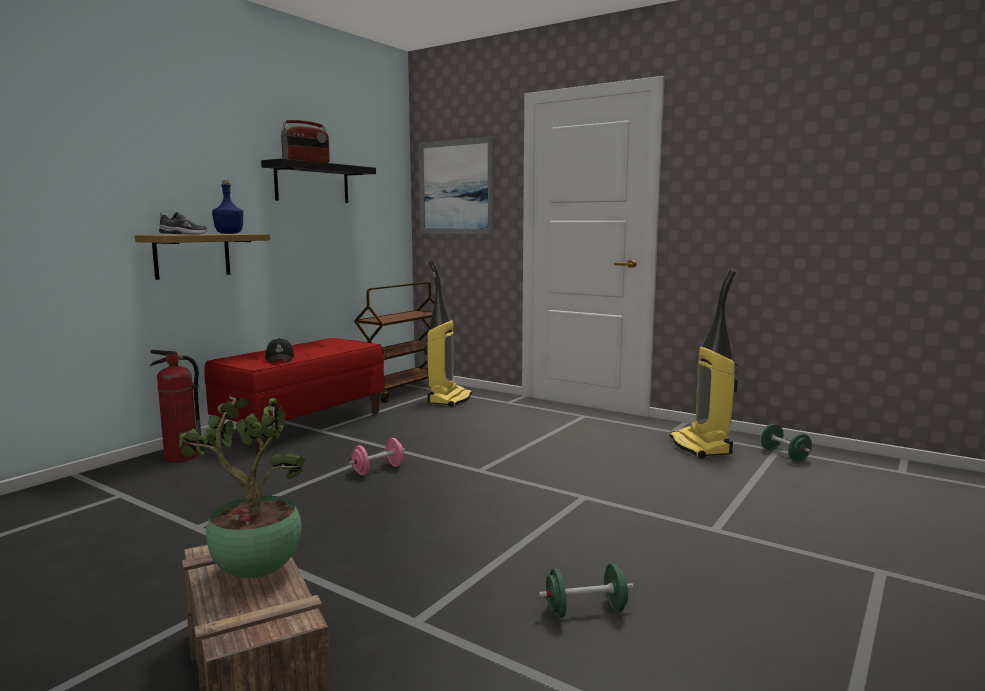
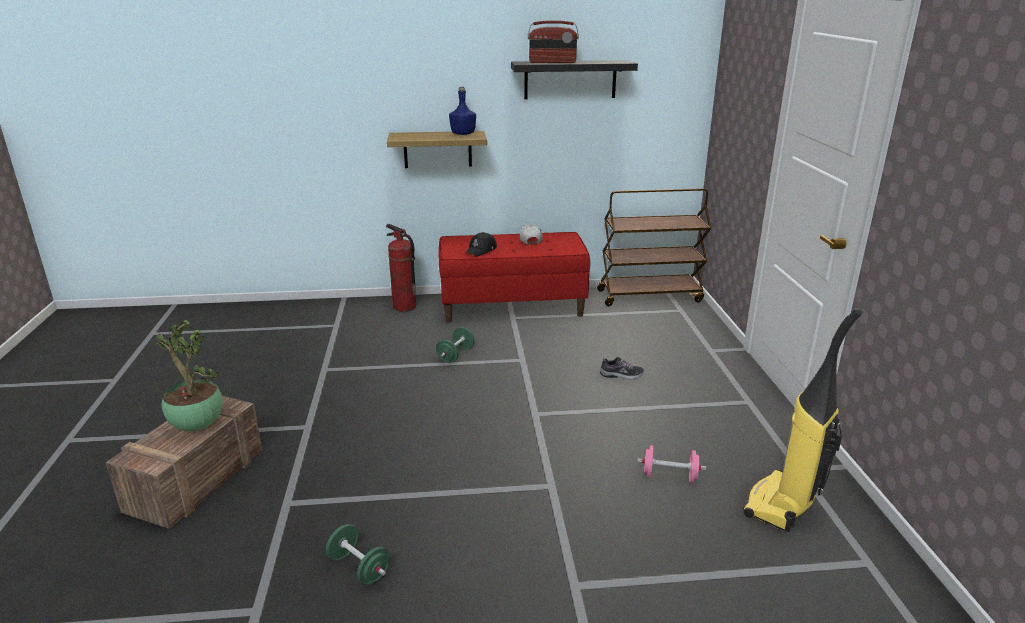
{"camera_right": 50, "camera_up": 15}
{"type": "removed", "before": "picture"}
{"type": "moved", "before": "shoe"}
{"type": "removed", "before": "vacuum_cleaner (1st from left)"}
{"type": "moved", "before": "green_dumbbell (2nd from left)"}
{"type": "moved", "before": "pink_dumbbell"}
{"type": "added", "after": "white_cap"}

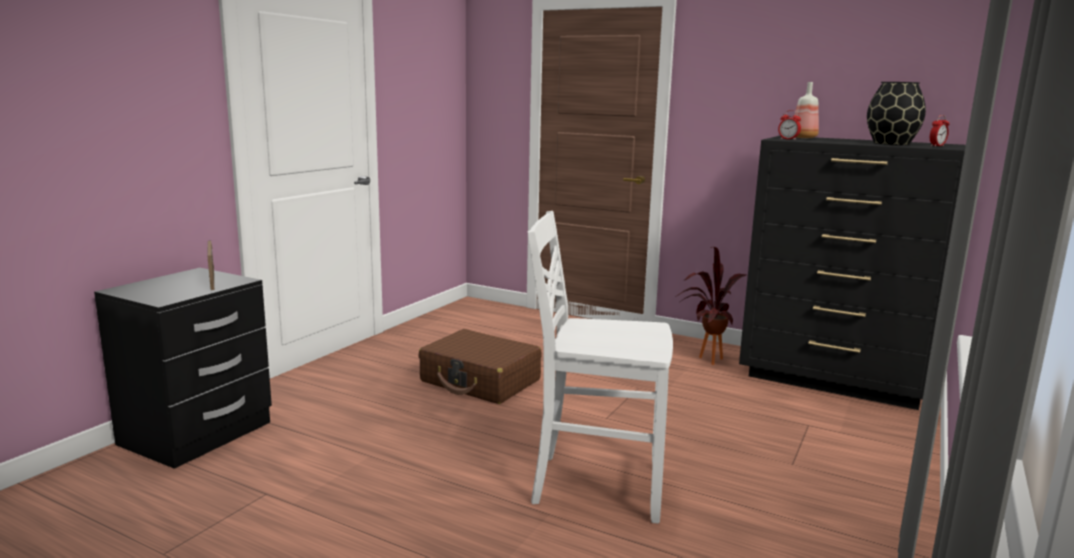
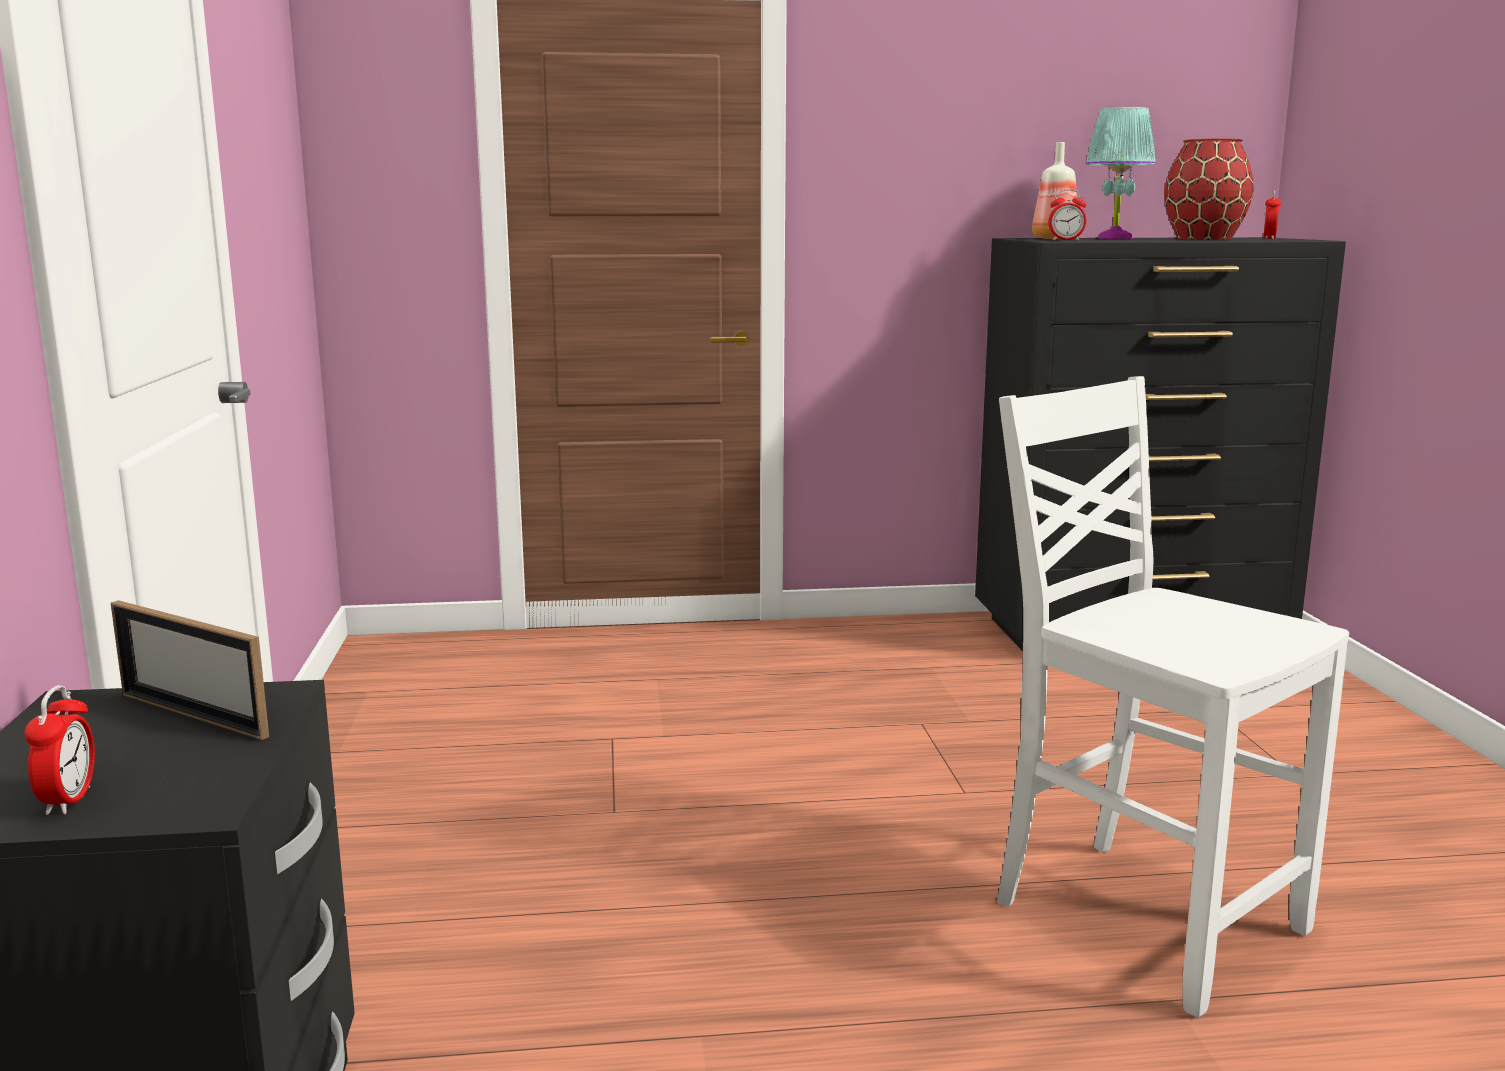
{"camera_right": -35, "camera_up": 0}
{"type": "recoloured", "before": "black_vase", "after": "red_vase"}
{"type": "turned", "before": "white_chair", "turn": 75}
{"type": "removed", "before": "potted_plant"}
{"type": "removed", "before": "brown_suitcase"}
{"type": "added", "after": "turquoise_table_lamp"}
{"type": "added", "after": "alarm_clock (1st from left)"}

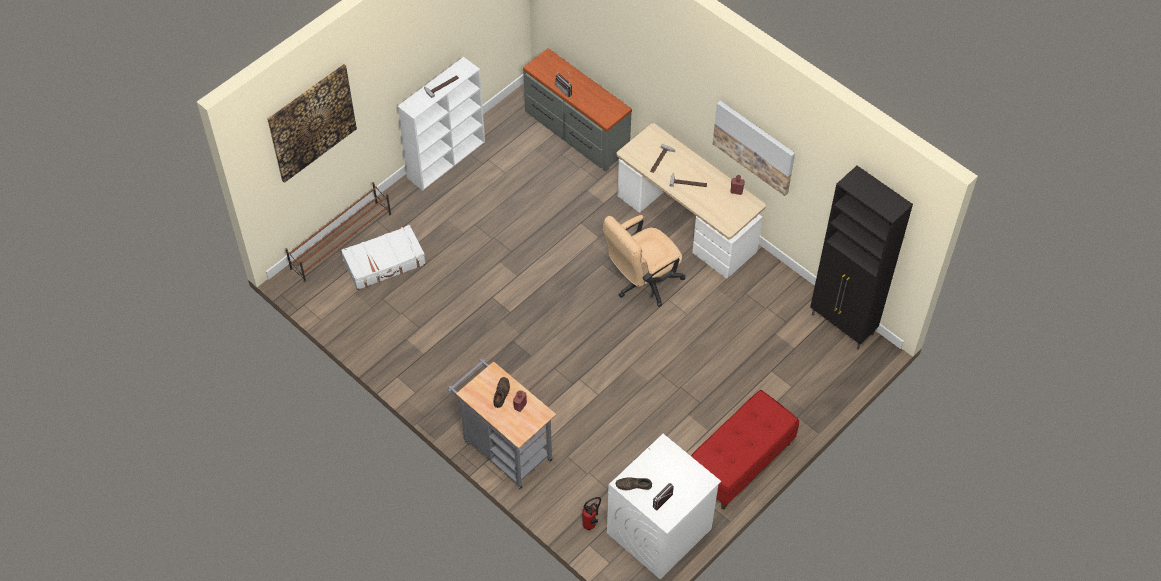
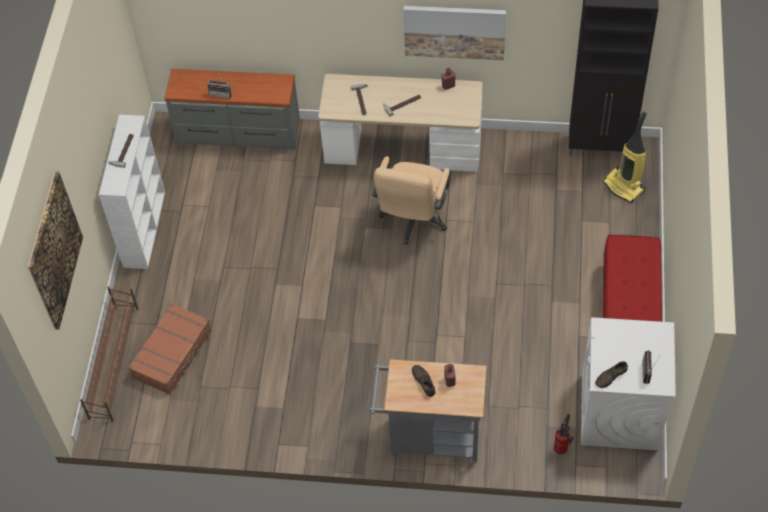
{"camera_right": -35, "camera_up": 0}
{"type": "recoloured", "before": "white_suitcase", "after": "brown_suitcase"}
{"type": "added", "after": "vacuum_cleaner"}

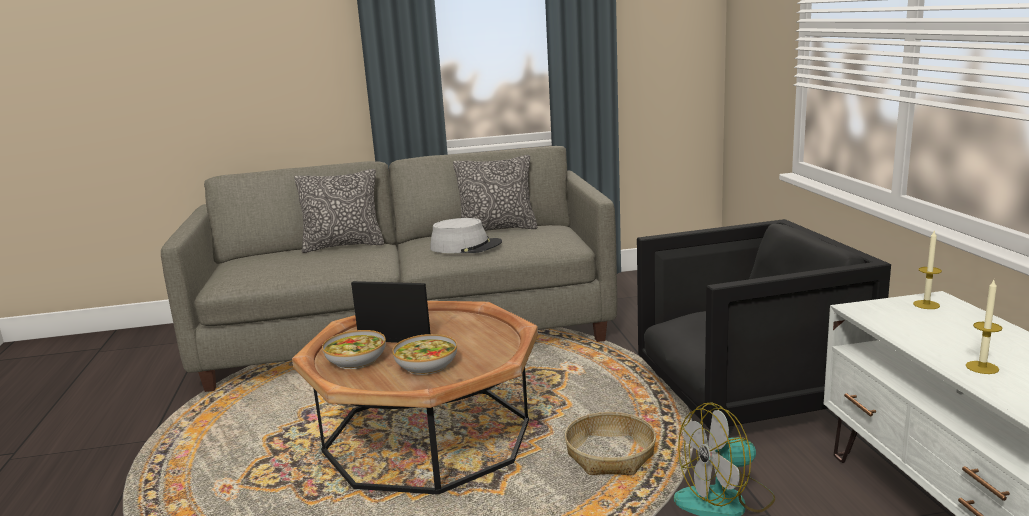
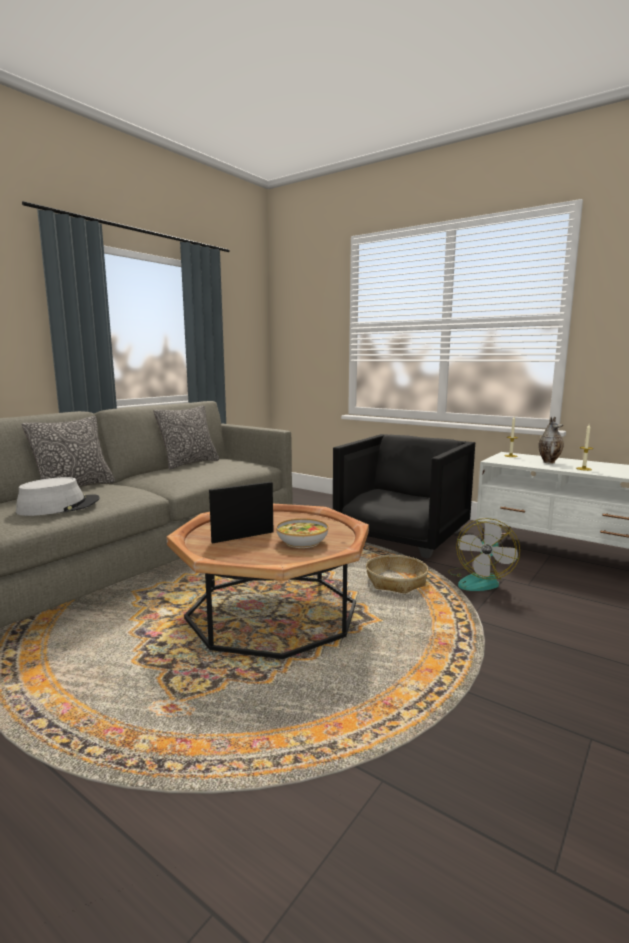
{"camera_right": -45, "camera_up": -5}
{"type": "moved", "before": "grey_hat"}
{"type": "removed", "before": "bowl (1st from left)"}
{"type": "added", "after": "vase"}

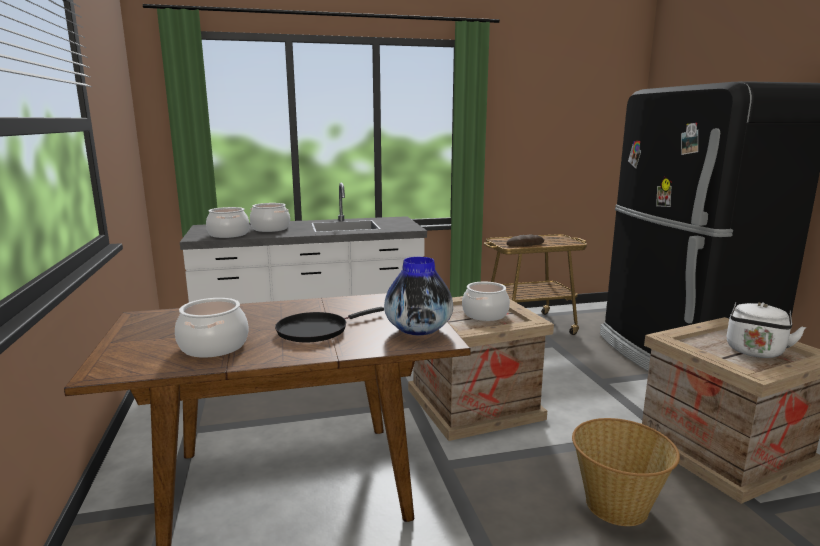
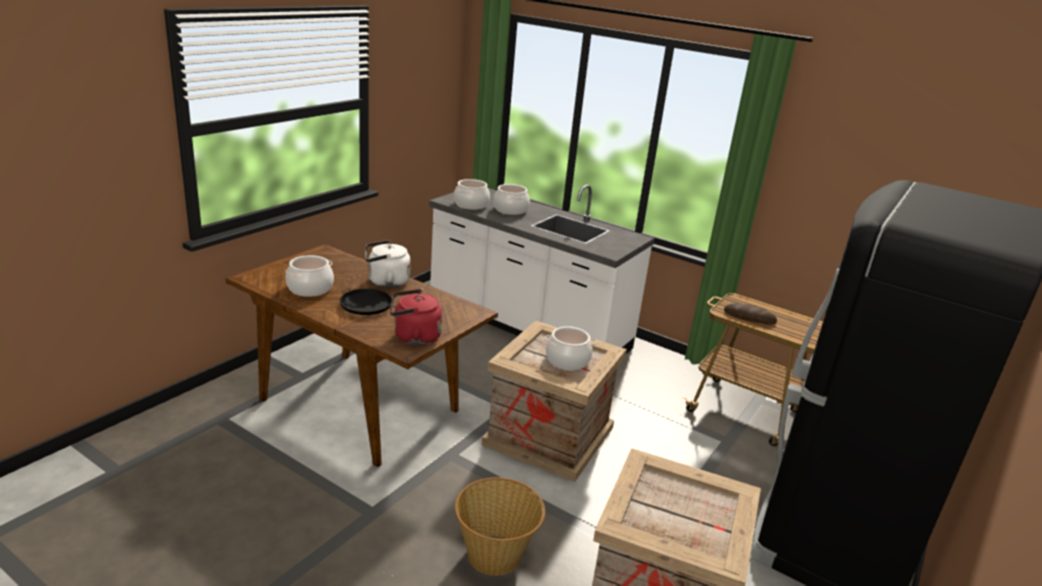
{"camera_right": 45, "camera_up": 10}
{"type": "replaced", "before": "vase", "after": "red_kettle"}
{"type": "moved", "before": "white_kettle"}

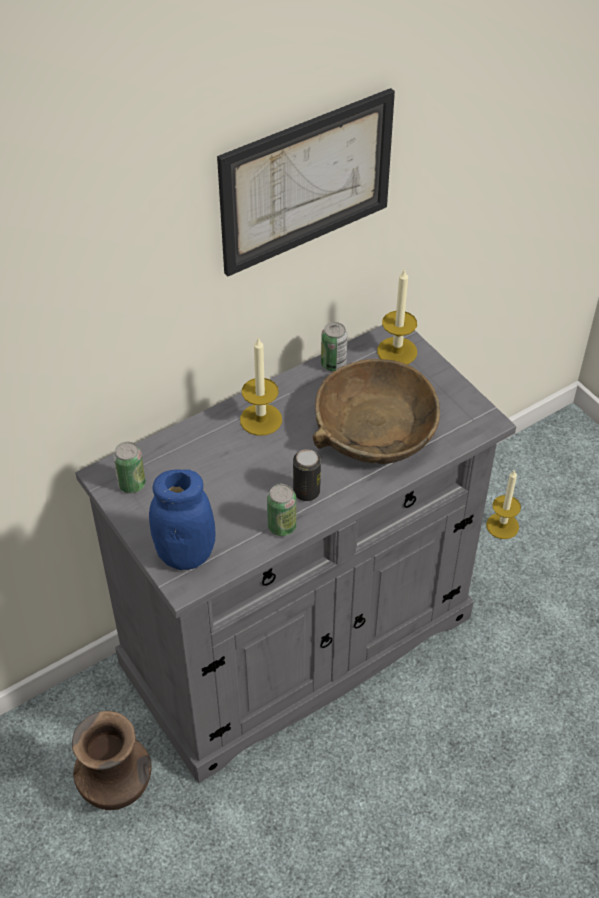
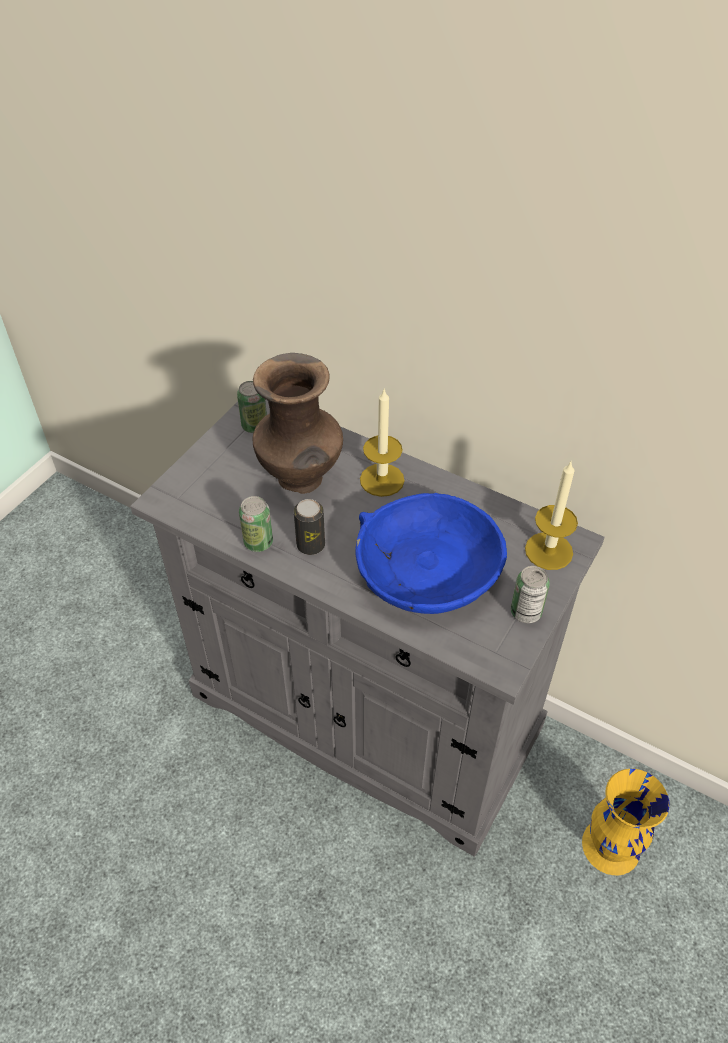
{"camera_right": 65, "camera_up": 0}
{"type": "removed", "before": "picture"}
{"type": "moved", "before": "can (4th from left)"}
{"type": "recoloured", "before": "brown_bowl", "after": "blue_bowl"}
{"type": "replaced", "before": "candle (3rd from left)", "after": "yellow_vase"}
{"type": "removed", "before": "blue_jar"}
{"type": "moved", "before": "brown_vase"}

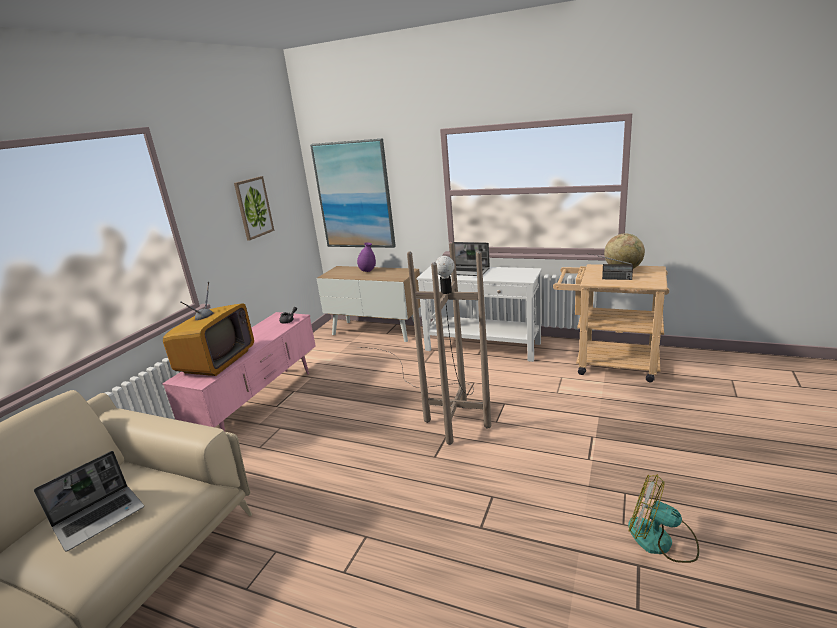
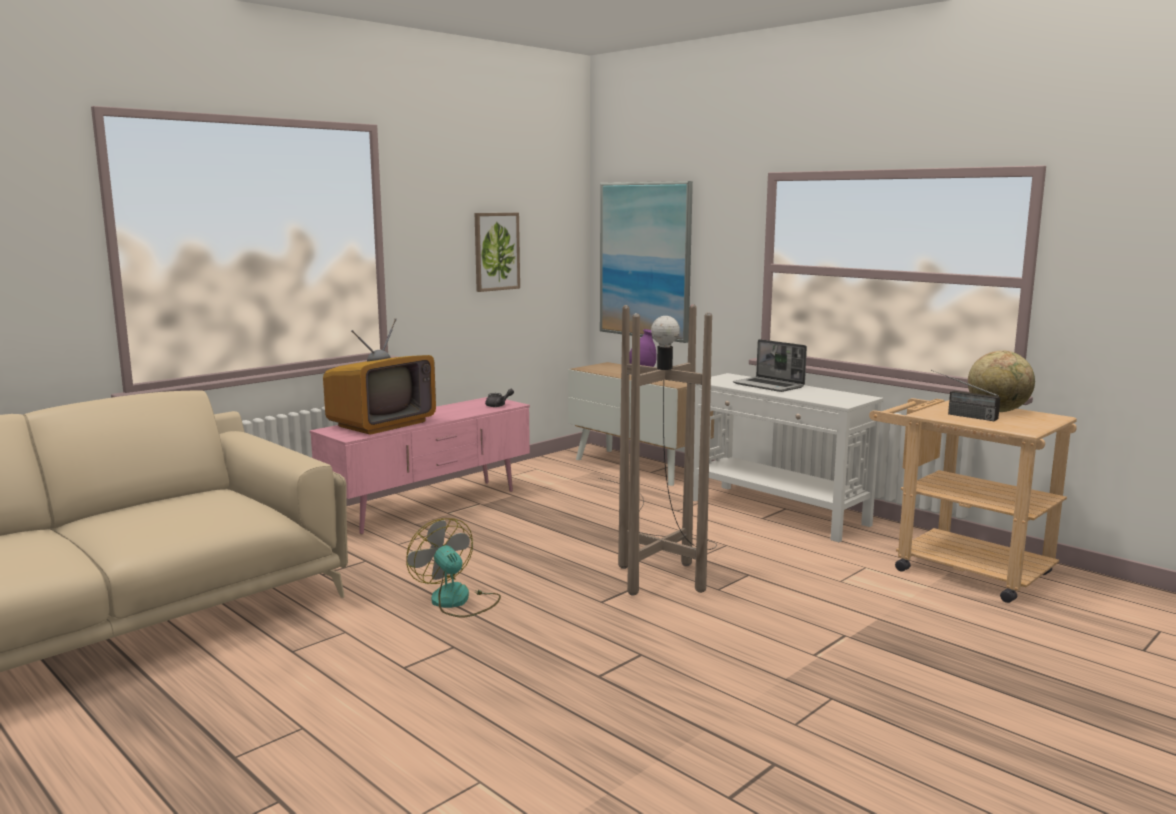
{"camera_right": 20, "camera_up": -10}
{"type": "removed", "before": "laptop (1st from left)"}
{"type": "moved", "before": "fan"}

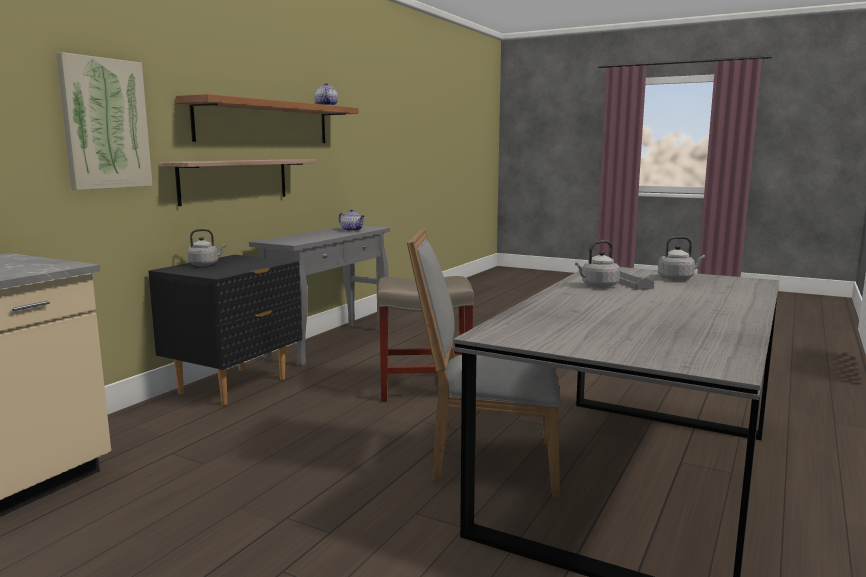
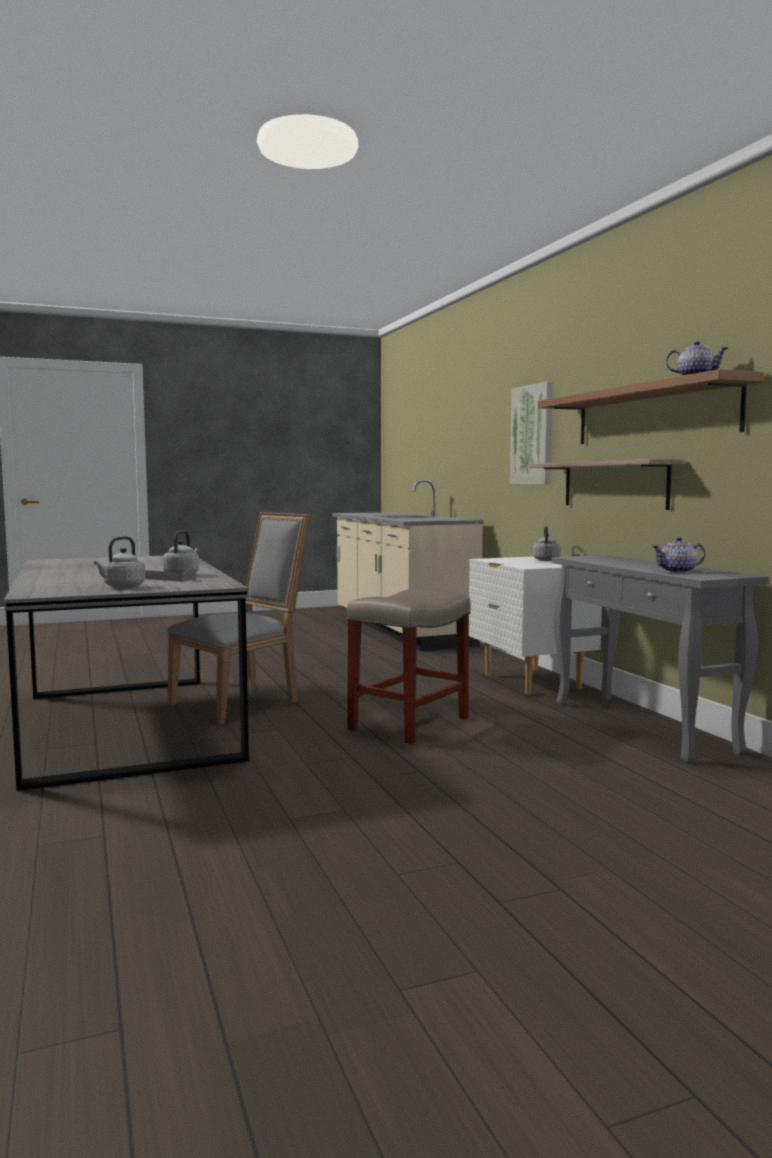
{"camera_right": 130, "camera_up": -5}
{"type": "recoloured", "before": "black_nightstand", "after": "white_nightstand"}

